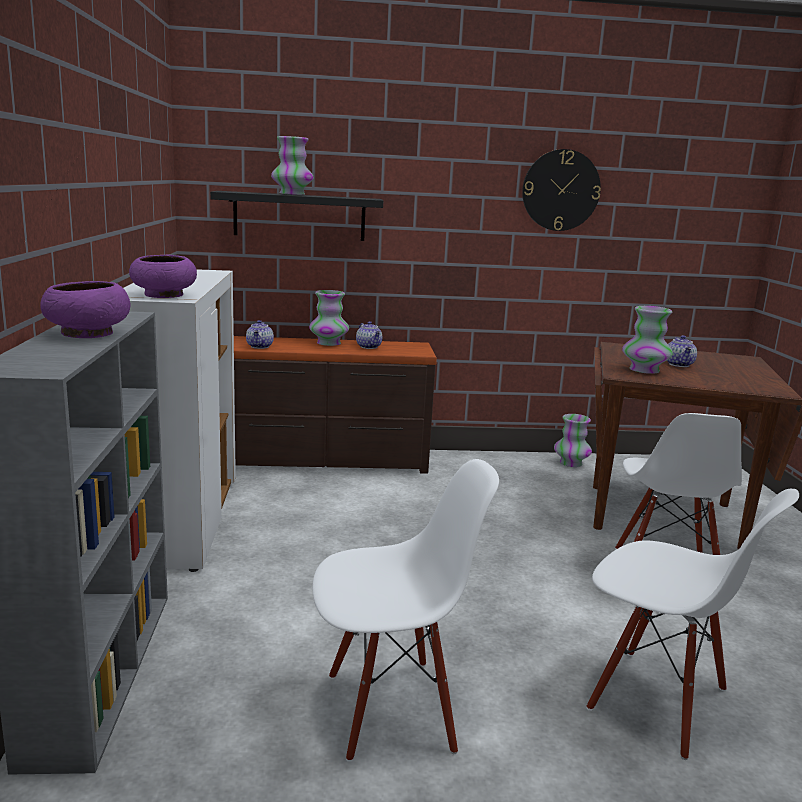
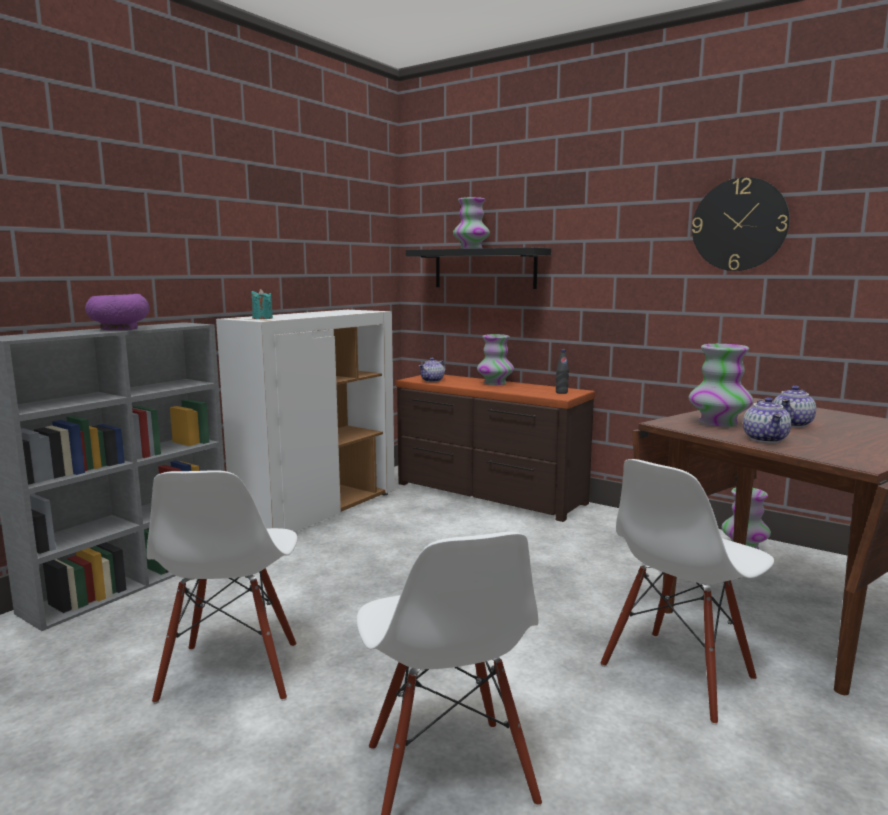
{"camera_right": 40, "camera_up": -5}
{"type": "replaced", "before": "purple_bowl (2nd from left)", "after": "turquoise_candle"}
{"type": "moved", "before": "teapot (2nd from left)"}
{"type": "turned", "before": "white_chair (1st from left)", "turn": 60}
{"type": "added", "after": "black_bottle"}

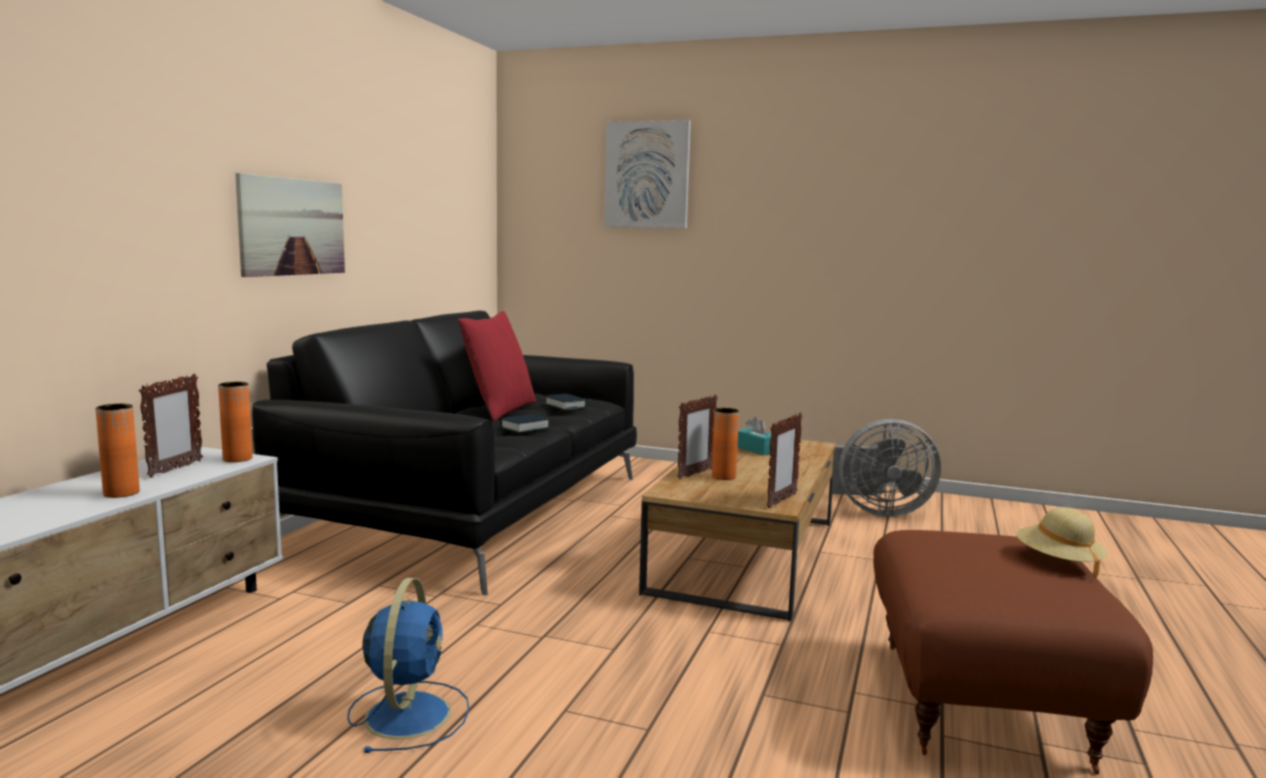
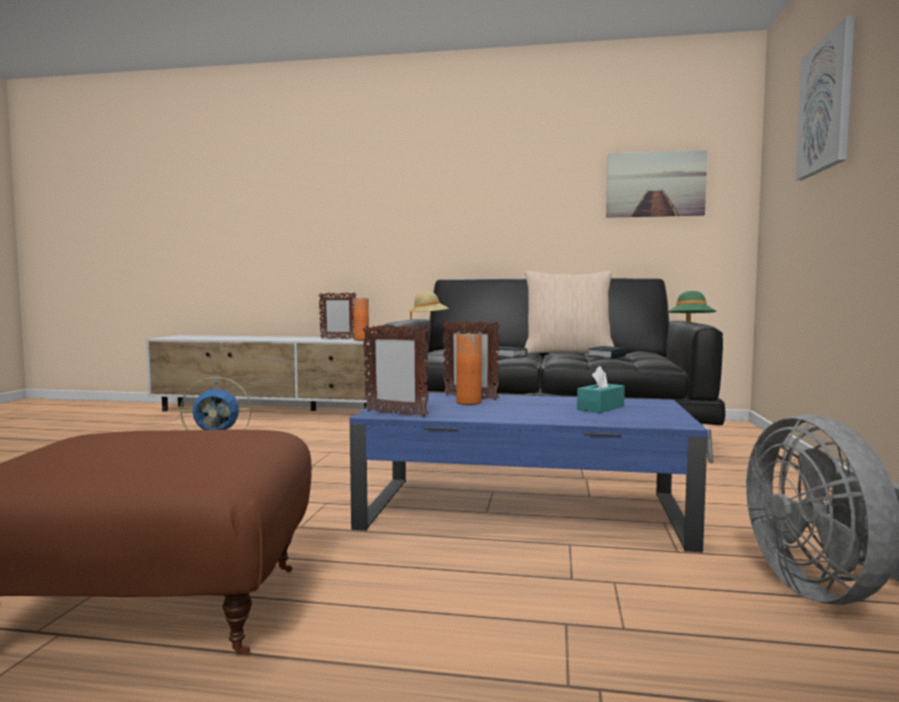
{"camera_right": 80, "camera_up": -5}
{"type": "moved", "before": "picture (1st from left)"}
{"type": "recoloured", "before": "red_pillow", "after": "beige_pillow"}
{"type": "removed", "before": "orange_vase (1st from left)"}
{"type": "recoloured", "before": "brown_coffee_table", "after": "blue_coffee_table"}
{"type": "moved", "before": "beige_hat"}
{"type": "added", "after": "green_hat"}

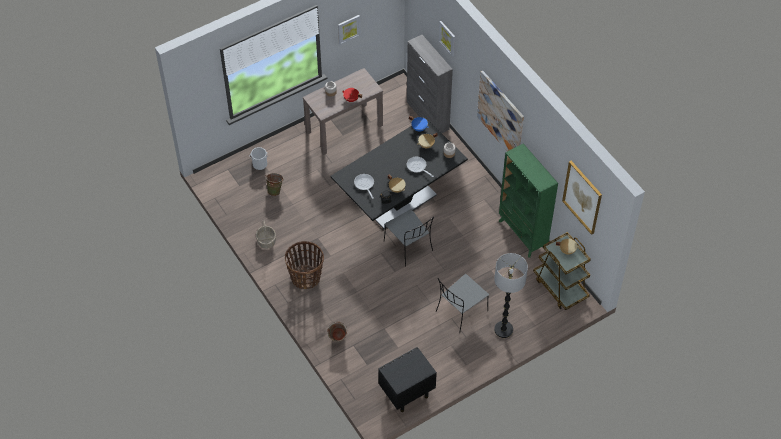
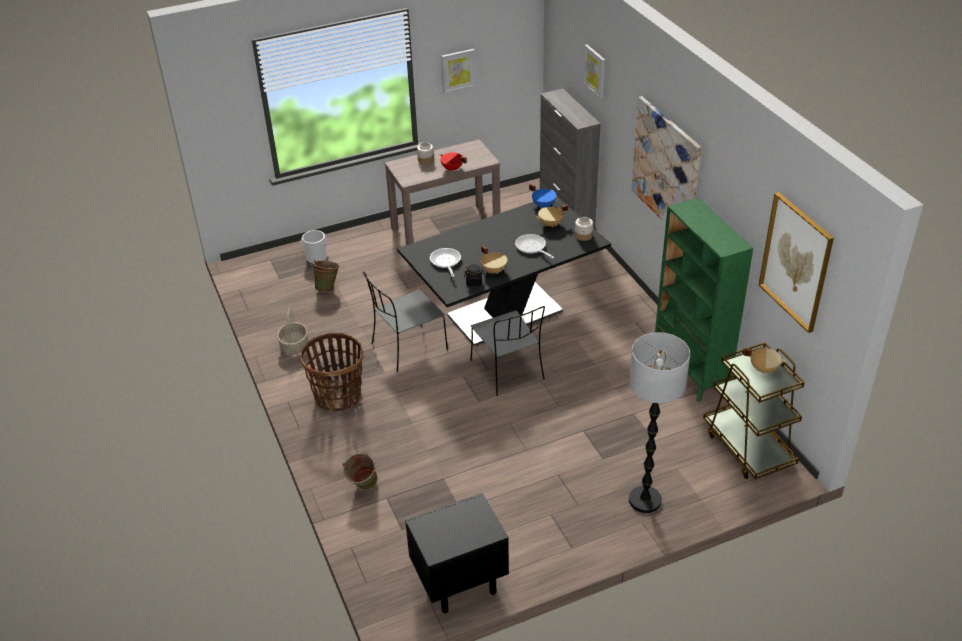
{"camera_right": 10, "camera_up": -15}
{"type": "moved", "before": "grey_chair (2nd from left in the first image)", "after": "grey_chair (1st from left)"}

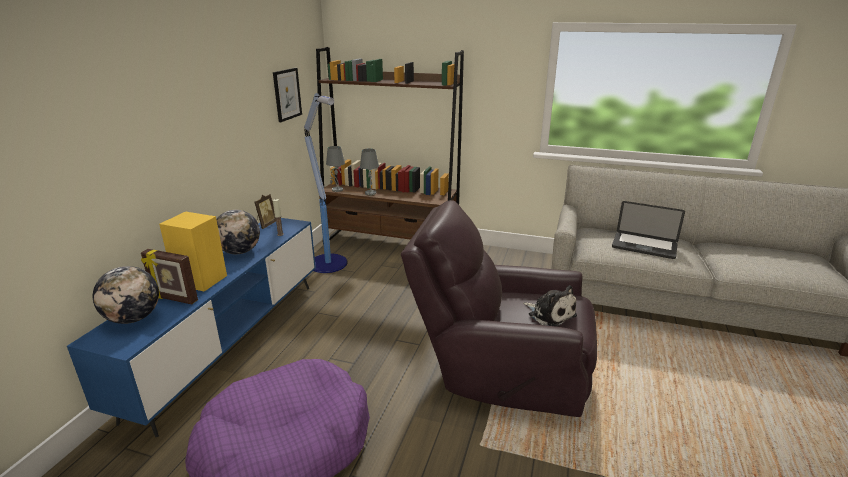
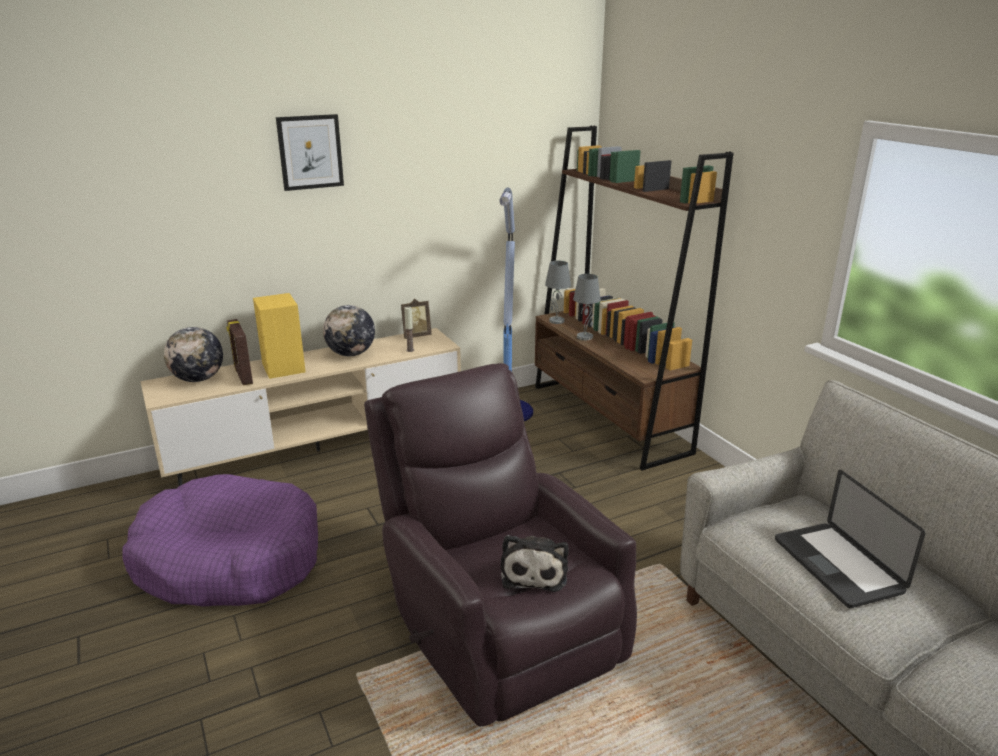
{"camera_right": 45, "camera_up": 0}
{"type": "moved", "before": "picture"}
{"type": "recoloured", "before": "blue_tv_stand", "after": "beige_tv_stand"}

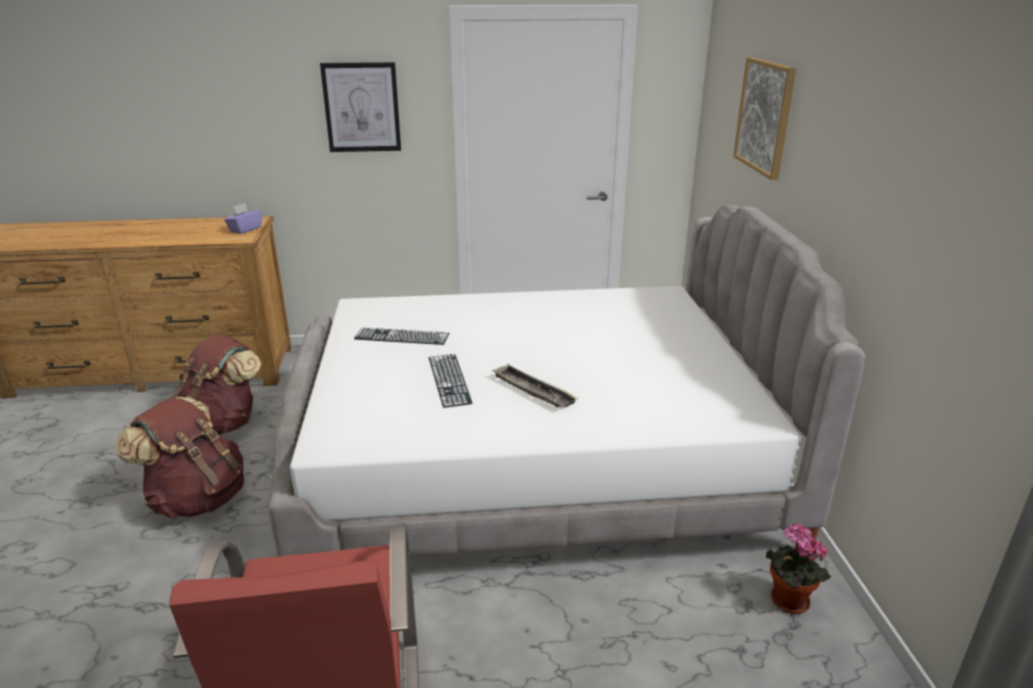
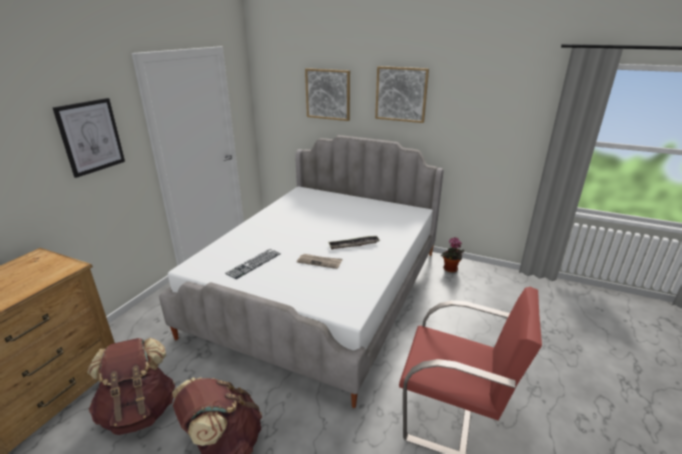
{"camera_right": -60, "camera_up": 0}
{"type": "removed", "before": "purple_tissue_box"}
{"type": "replaced", "before": "keyboard (2nd from left)", "after": "newspaper"}
{"type": "added", "after": "picture (3rd from left)"}

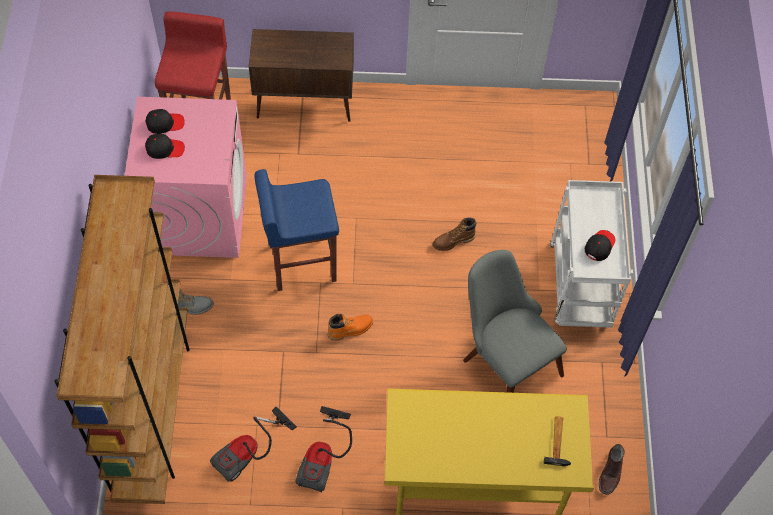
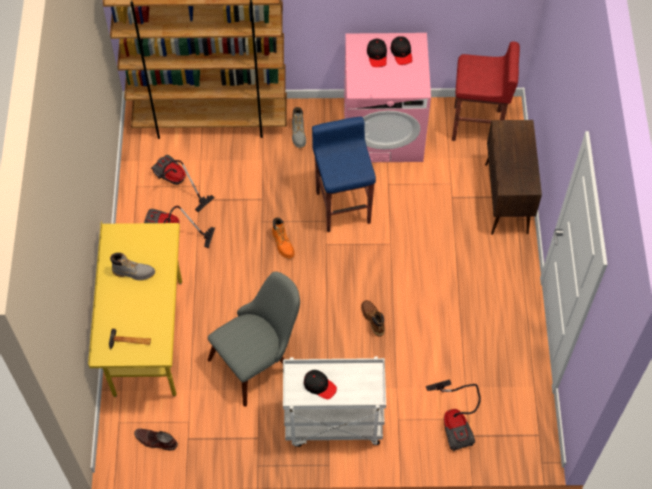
{"camera_right": 90, "camera_up": 0}
{"type": "added", "after": "grey_boot (1st from left)"}
{"type": "added", "after": "vacuum_cleaner (3rd from left)"}

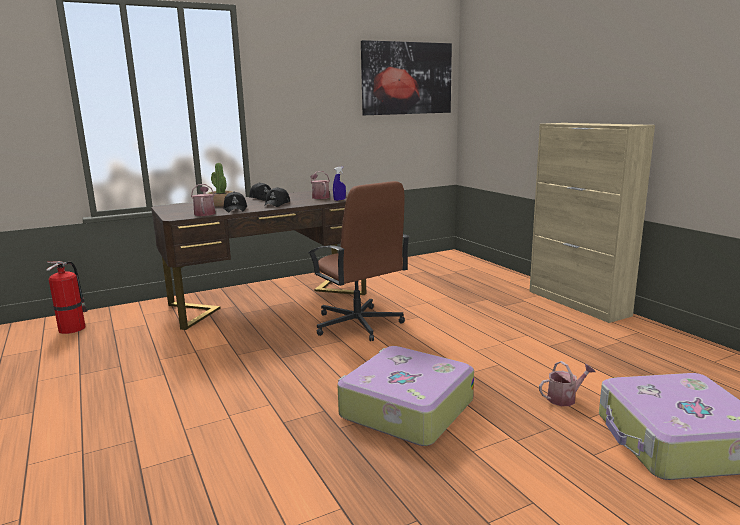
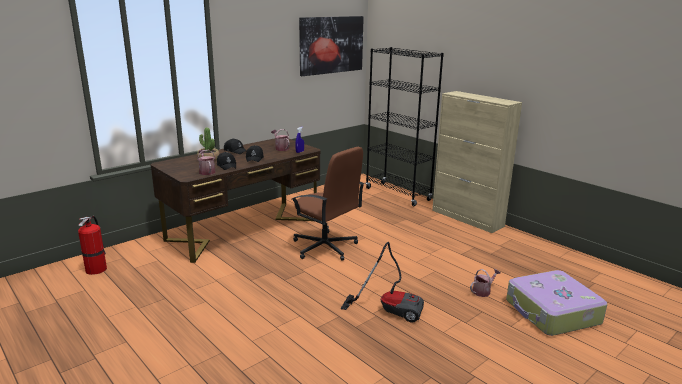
{"camera_right": -15, "camera_up": 5}
{"type": "replaced", "before": "suitcase (1st from left)", "after": "vacuum_cleaner"}
{"type": "added", "after": "black_bookcase"}

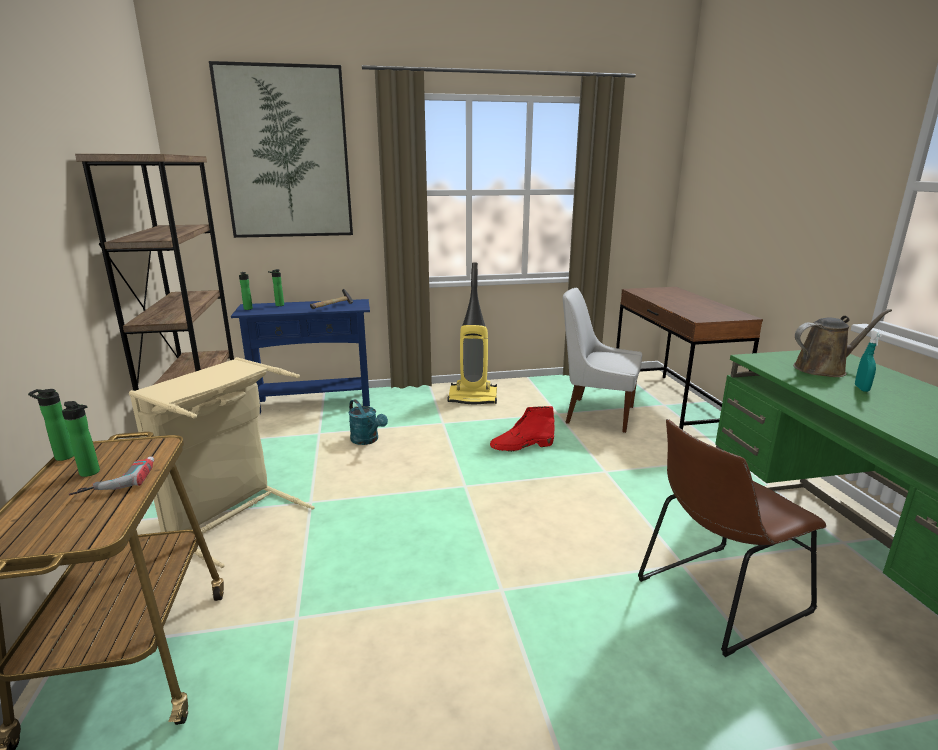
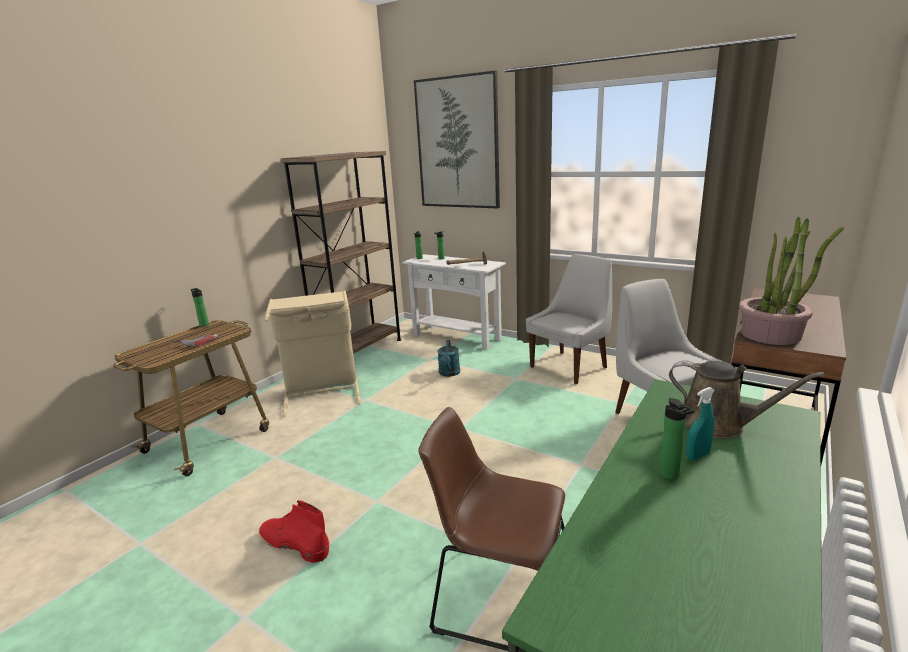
{"camera_right": 45, "camera_up": 0}
{"type": "replaced", "before": "vacuum_cleaner", "after": "white_chair (1st from left)"}
{"type": "recoloured", "before": "blue_console_table", "after": "white_console_table"}
{"type": "moved", "before": "bottle (2nd from left in the first image)", "after": "bottle (4th from left)"}
{"type": "moved", "before": "red_boot"}
{"type": "added", "after": "potted_plant"}

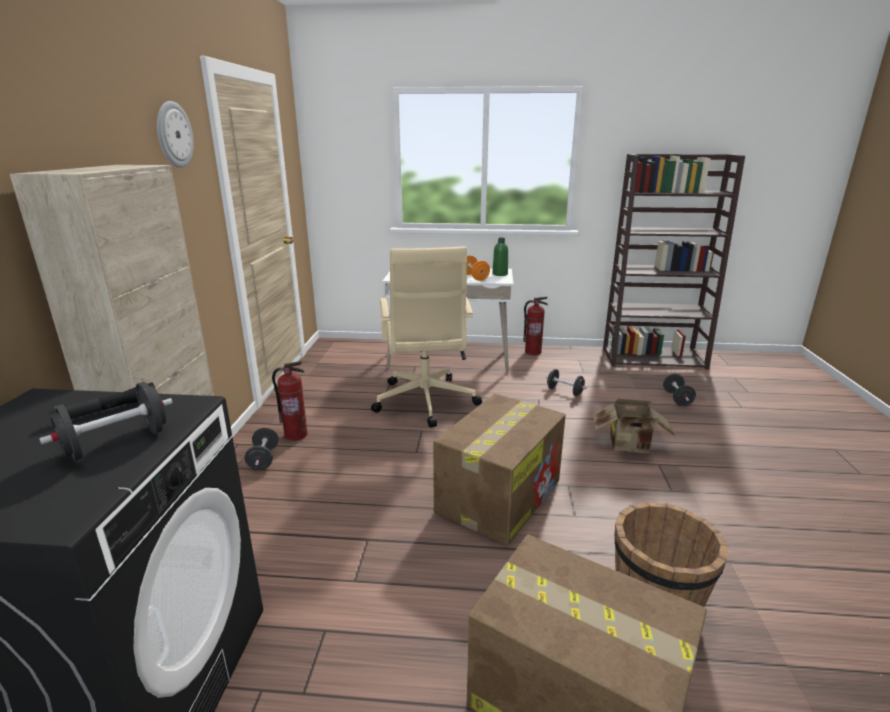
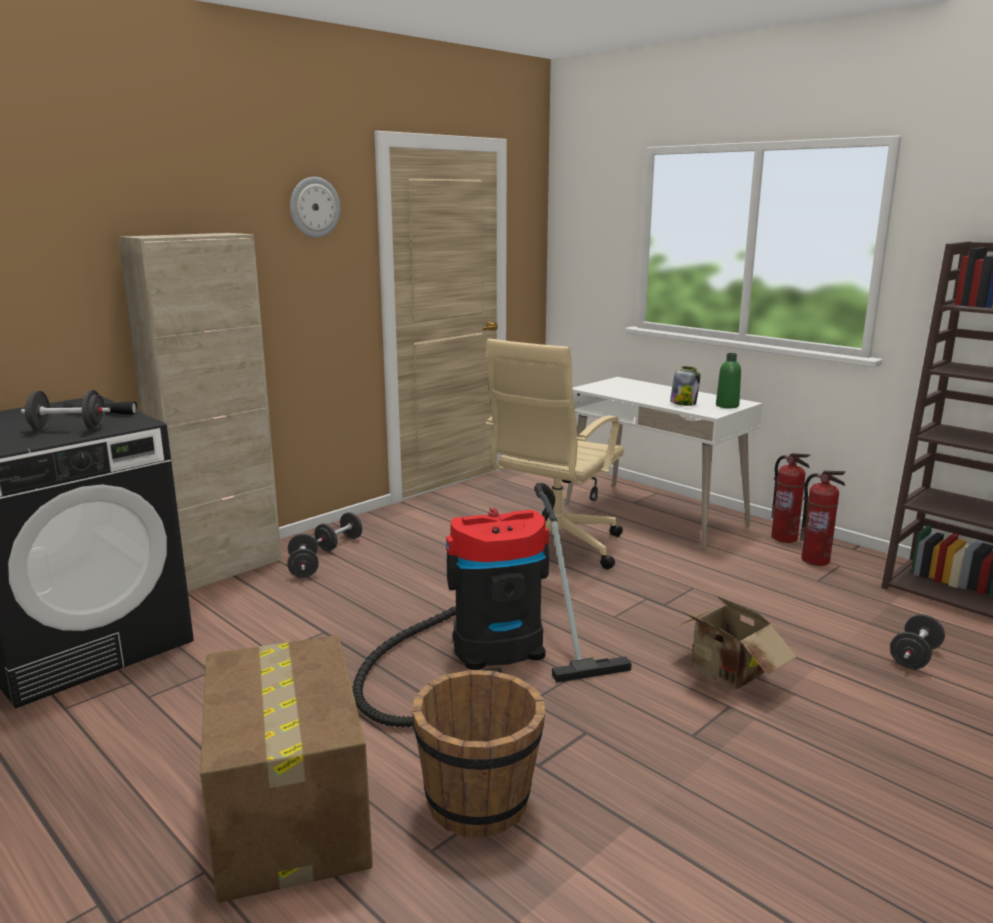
{"camera_right": 40, "camera_up": -5}
{"type": "replaced", "before": "orange_dumbbell", "after": "jar"}
{"type": "moved", "before": "fire_extinguisher (1st from left in the first image)", "after": "fire_extinguisher (2nd from left)"}
{"type": "moved", "before": "black_dumbbell (3rd from left in the first image)", "after": "black_dumbbell (2nd from left)"}
{"type": "replaced", "before": "cardboard_box (1st from left)", "after": "vacuum_cleaner"}

